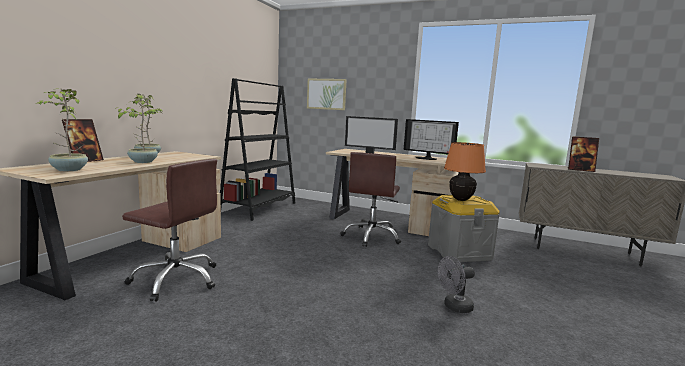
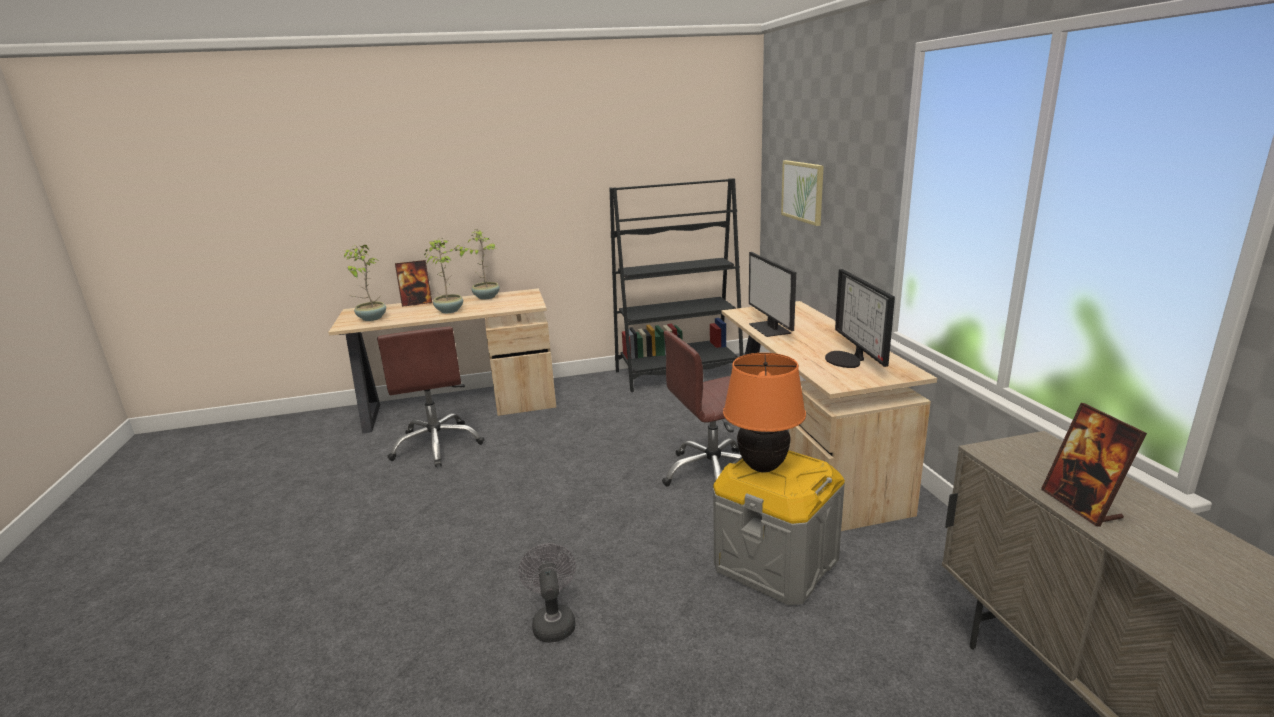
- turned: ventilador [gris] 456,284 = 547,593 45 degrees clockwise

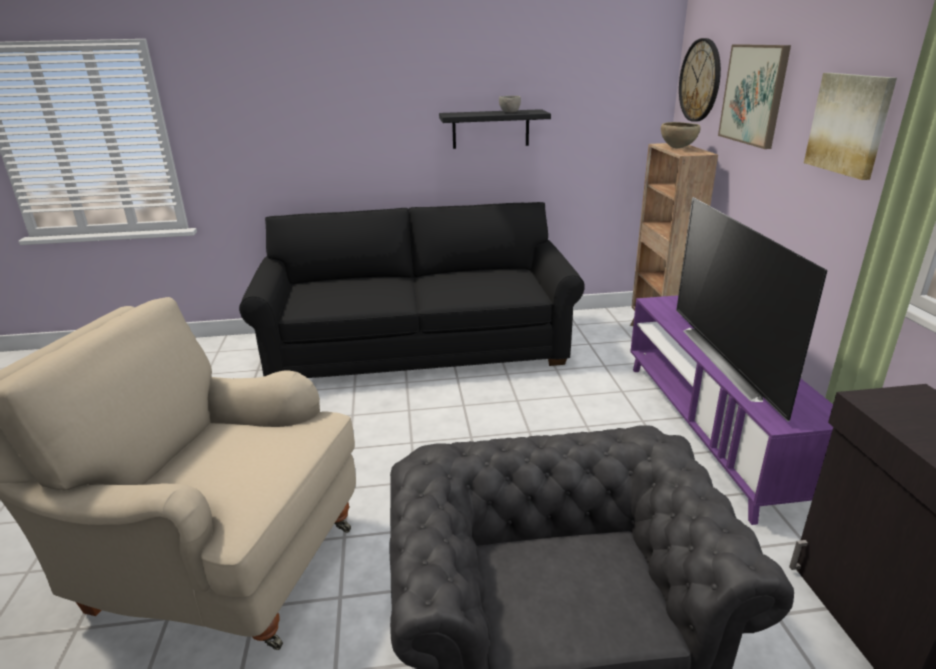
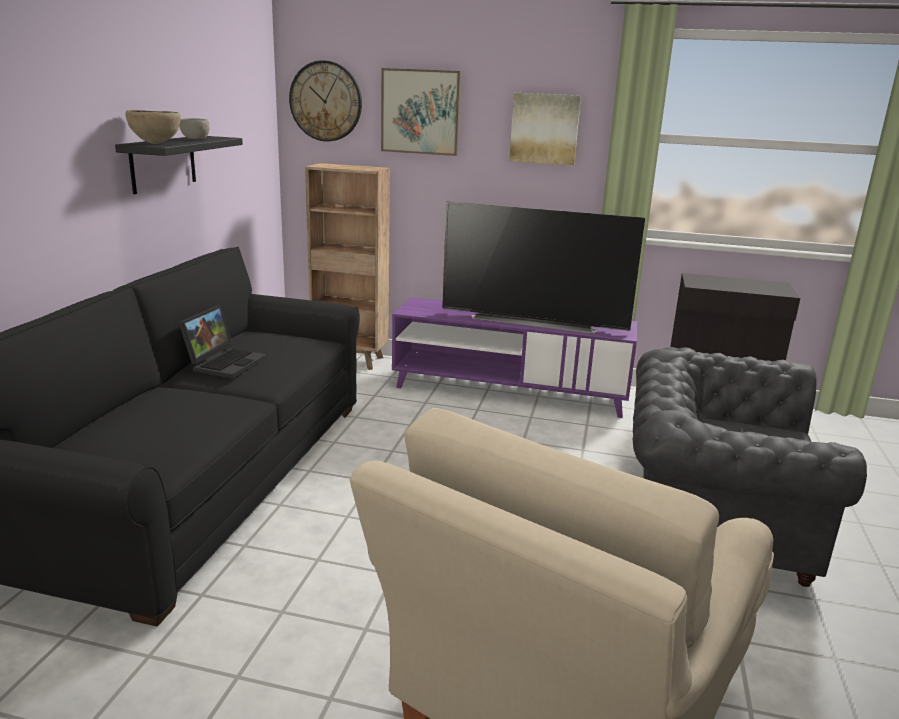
- moved: cuenco [marrón] 681,135 to 153,127
- added: portátil 223,342

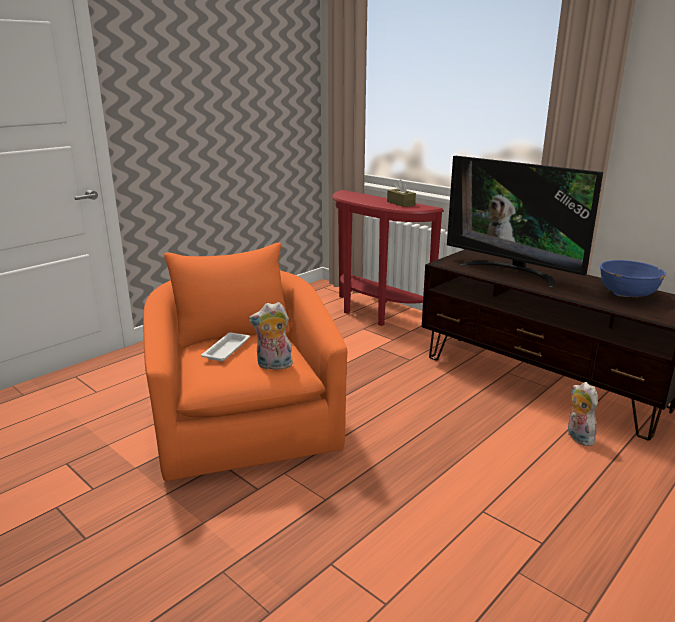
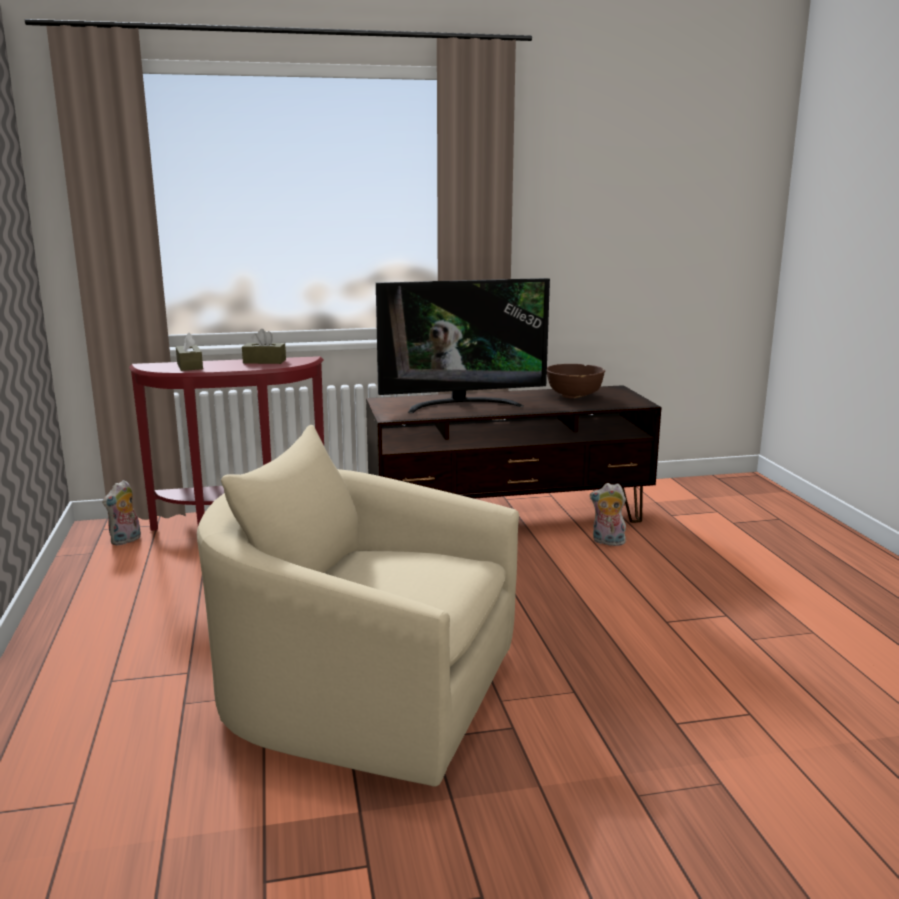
- recoloured: sillón [naranja] 245,361 to sillón [beis] 358,606
- removed: bandeja [blanco] 225,347
- moved: peluche 271,336 to 121,513
- recoloured: cuenco [azul] 633,279 to cuenco [marrón] 576,381
- added: caja de pañuelos [marrón] 189,351

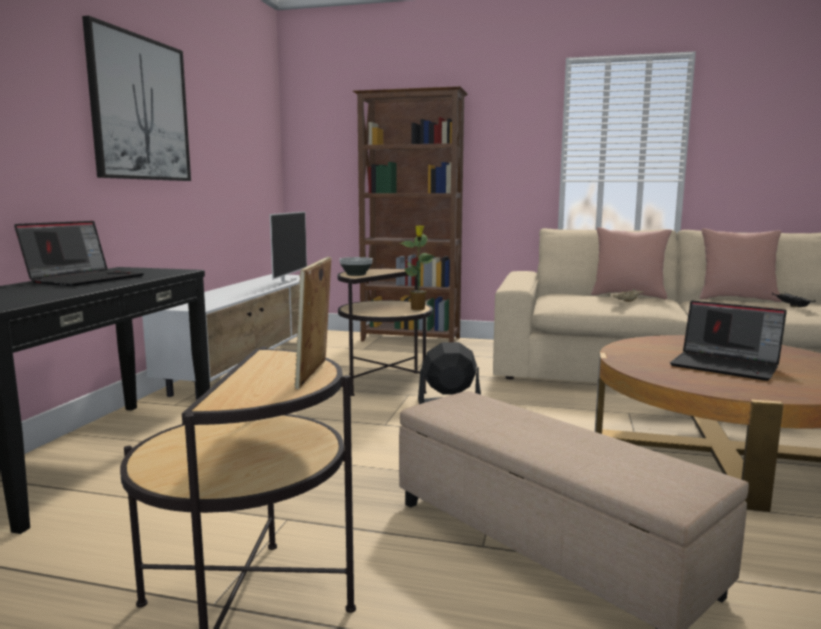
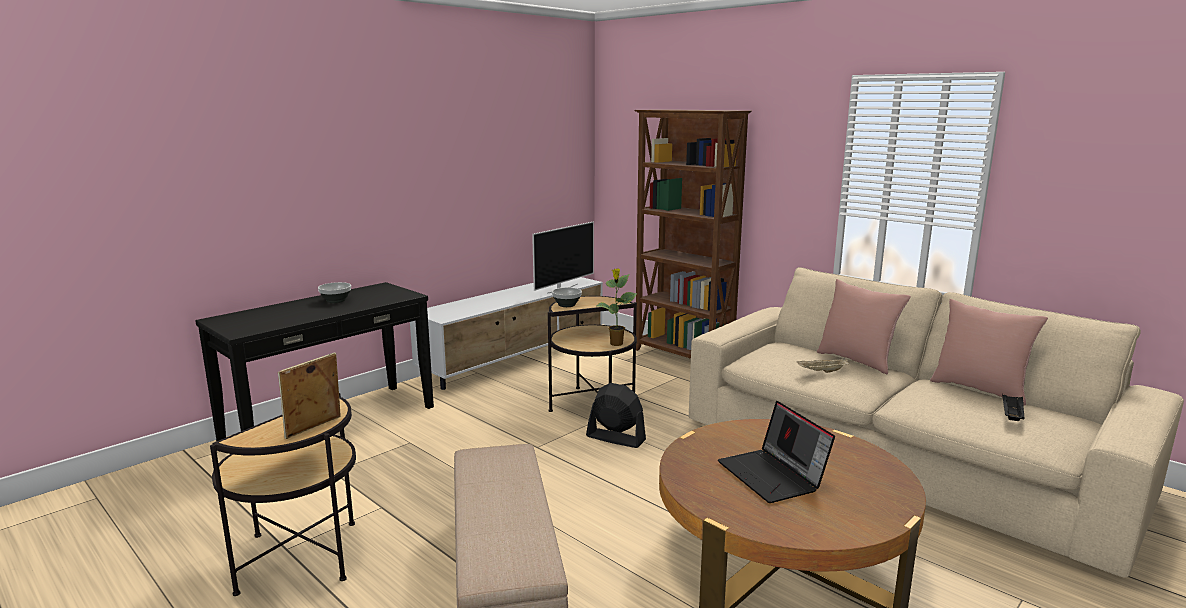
- replaced: portátil 79,253 to cuenco 334,292
- removed: cuadro 136,98

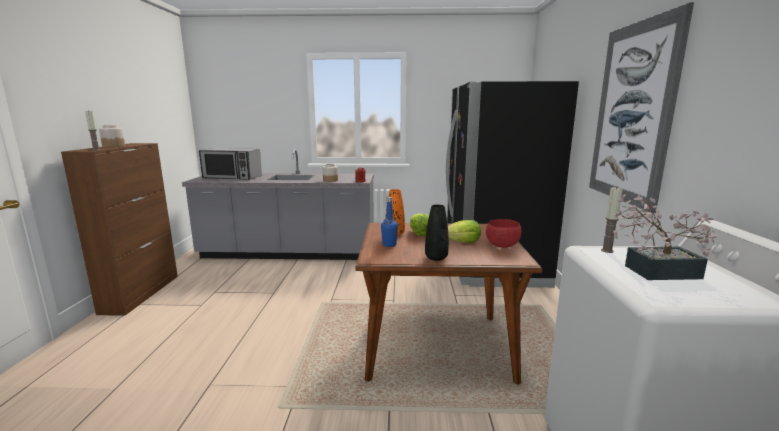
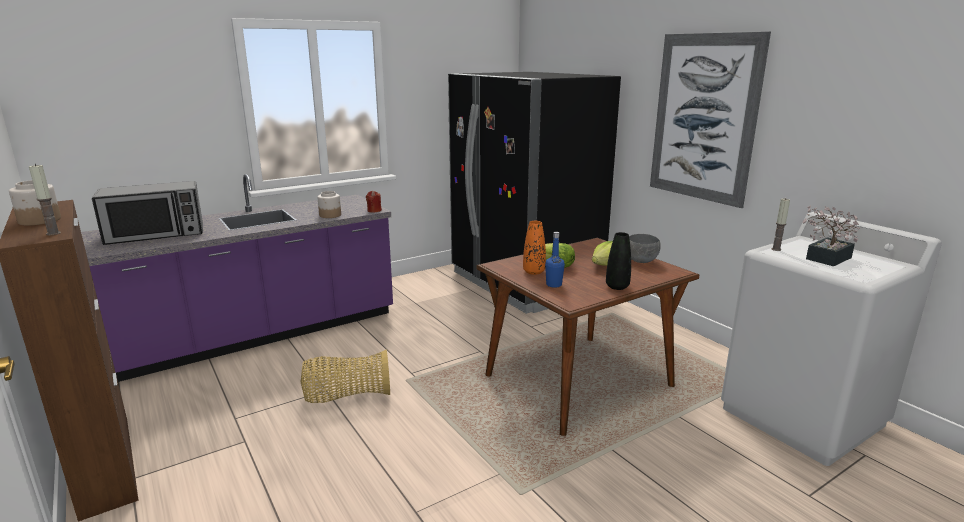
- recoloured: mueble bajo de cocina [gris] 278,204 to mueble bajo de cocina [morado] 237,278
- recoloured: cuenco [rojo] 503,233 to cuenco [gris] 645,248
- added: cesta 345,376

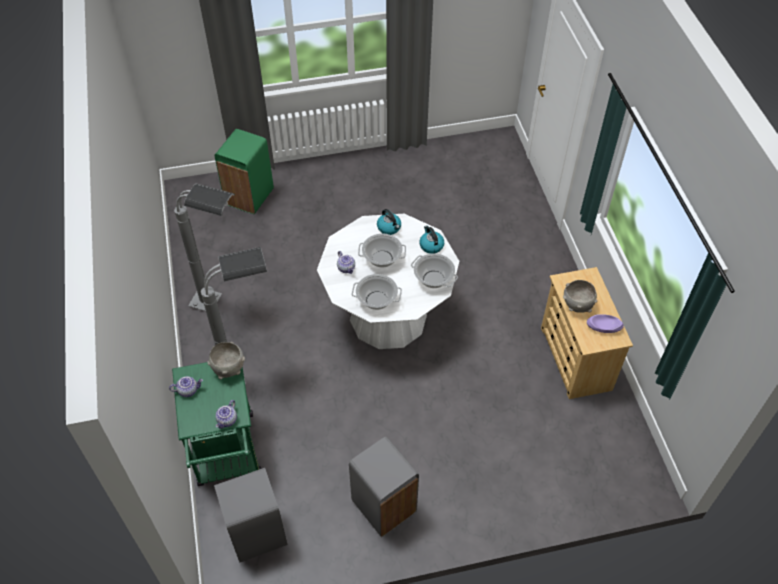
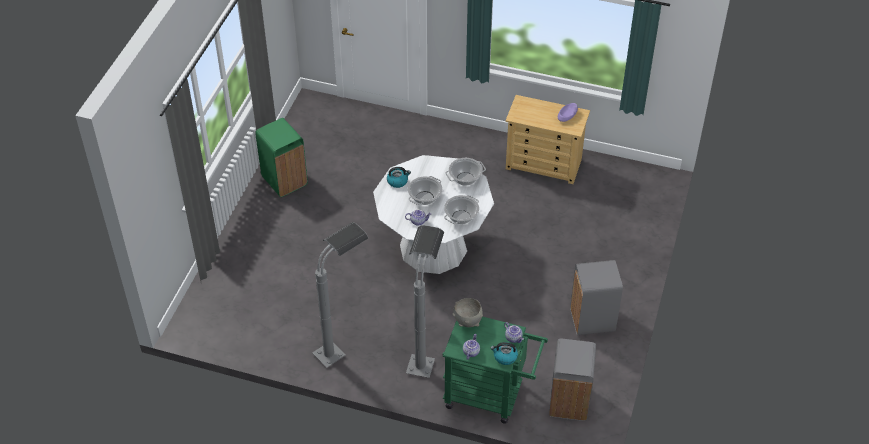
- moved: papelera [verde] 244,171 to 281,157
- moved: hervidor 431,239 to 504,353
- removed: cuenco [gris] 580,296

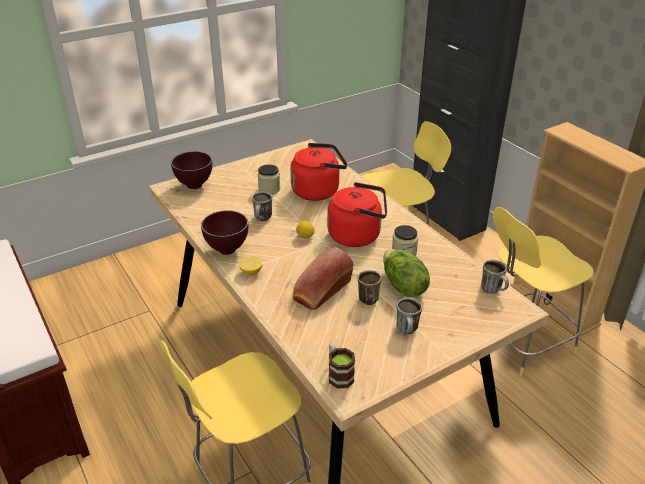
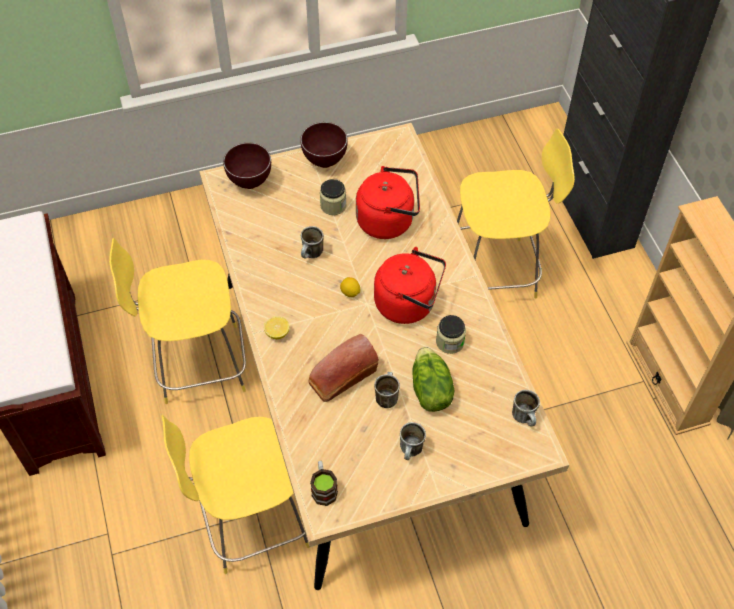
- moved: cuenco [marrón] 224,232 to 324,145
- moved: taburete [amarillo] 543,291 to 177,321

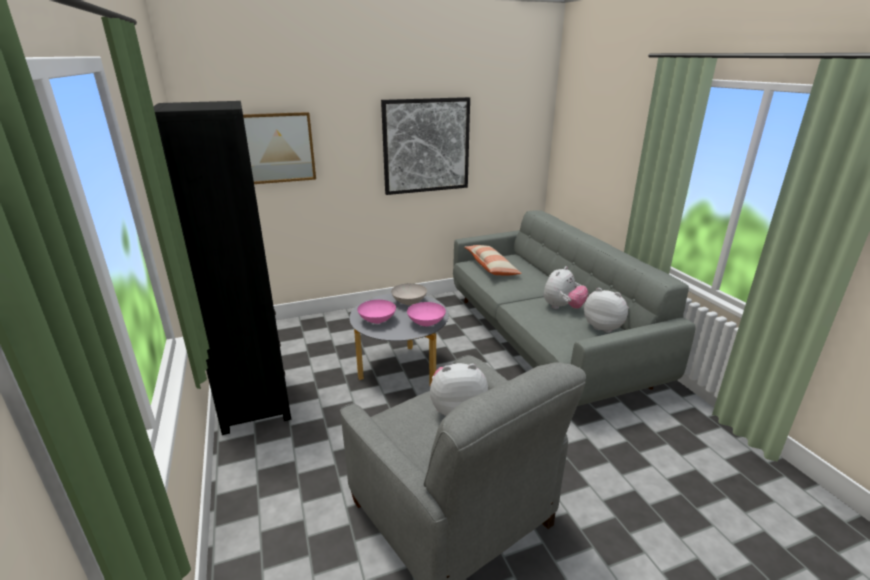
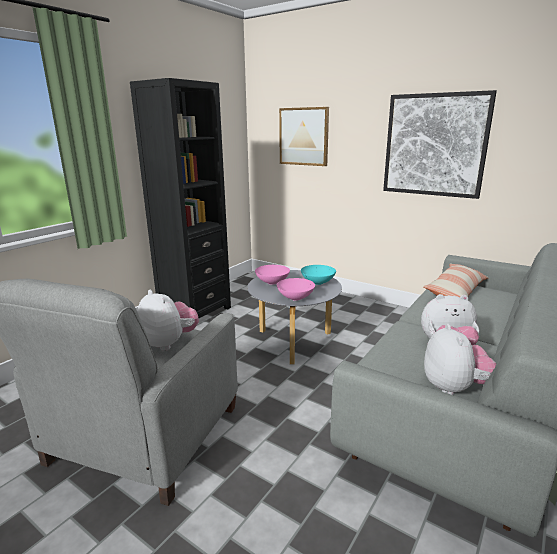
- recoloured: cuenco [blanco] 409,294 to cuenco [turquesa] 318,275

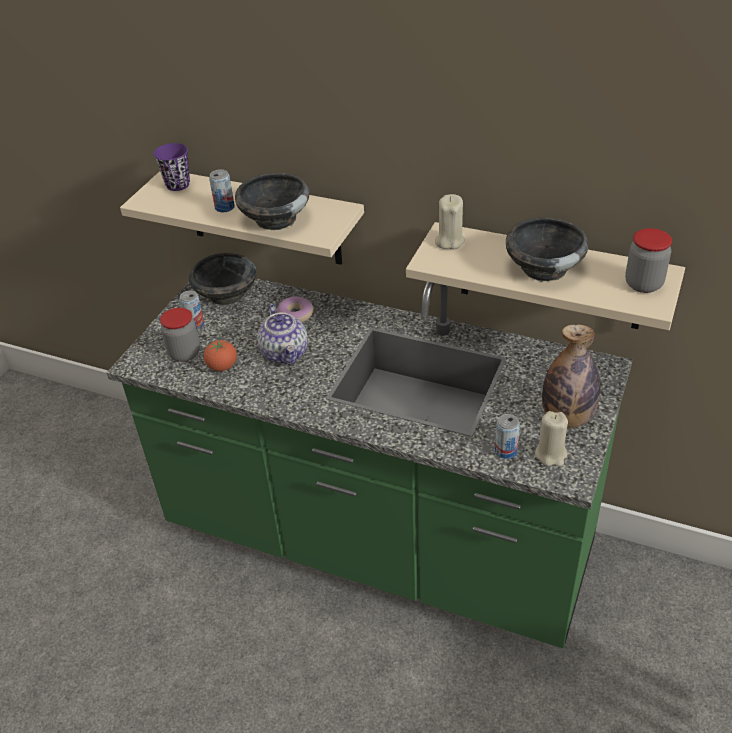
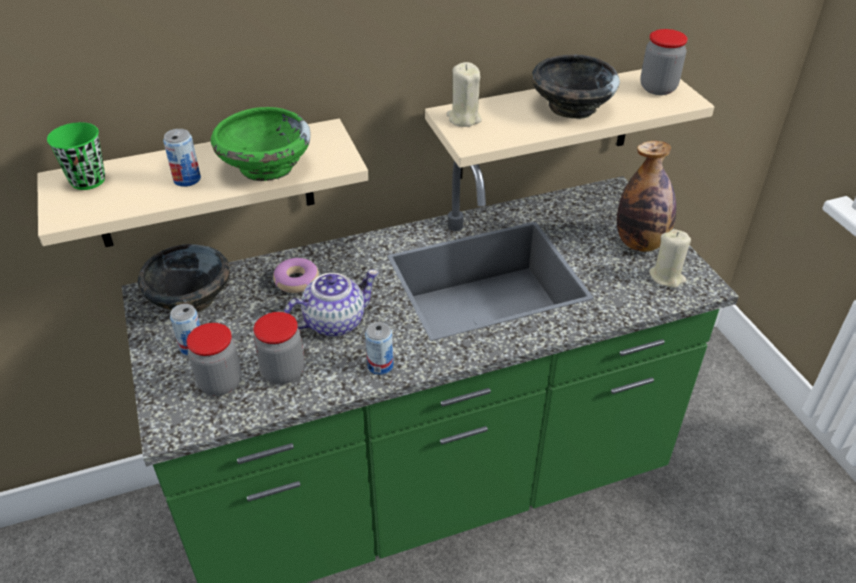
- recoloured: taza [morado] 171,167 to taza [verde] 76,156
- replaced: tomate 220,355 to tarro 279,348
- recoloured: cuenco [negro] 272,201 to cuenco [verde] 261,144
- turned: tetera 282,334 = 331,303 60 degrees counterclockwise
- moved: lata 507,436 to 379,348

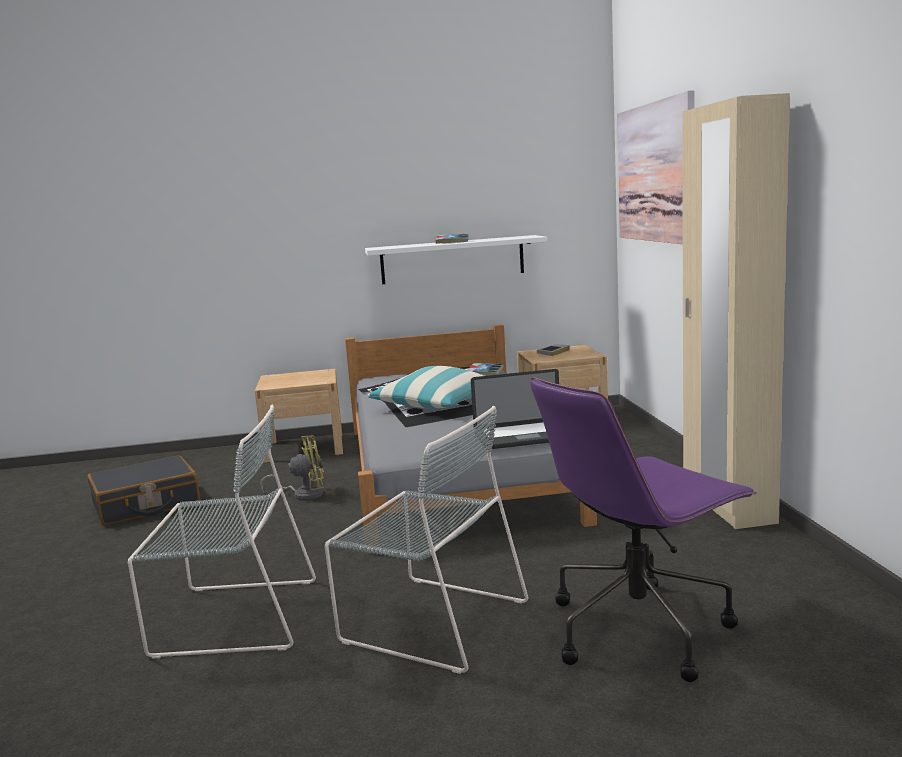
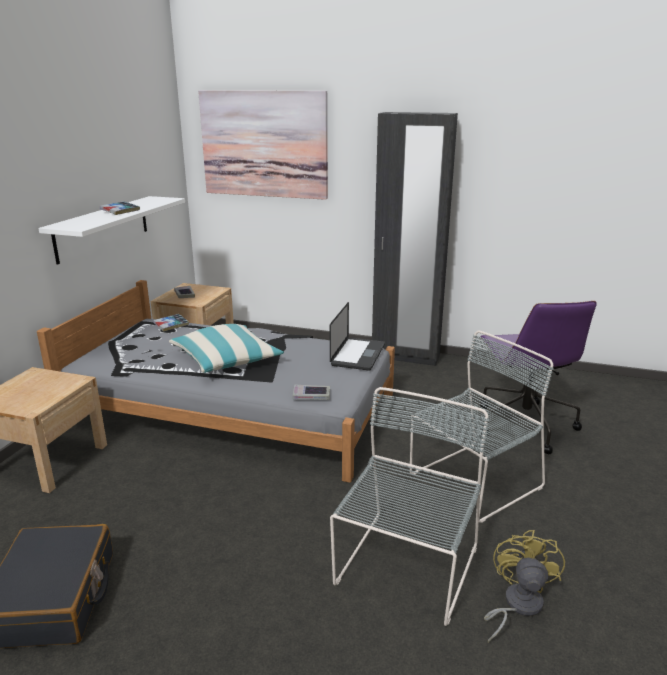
- moved: ventilador [amarillo] 292,468 to 524,586
- recoloured: armario ropero [beis] 736,311 to armario ropero [negro] 415,239
- added: libro 311,392

